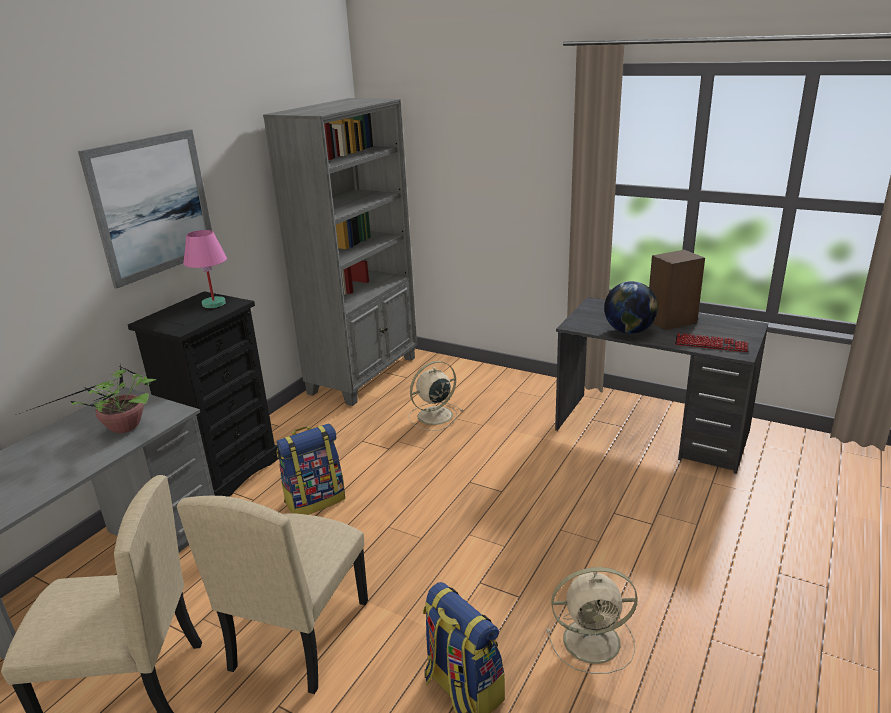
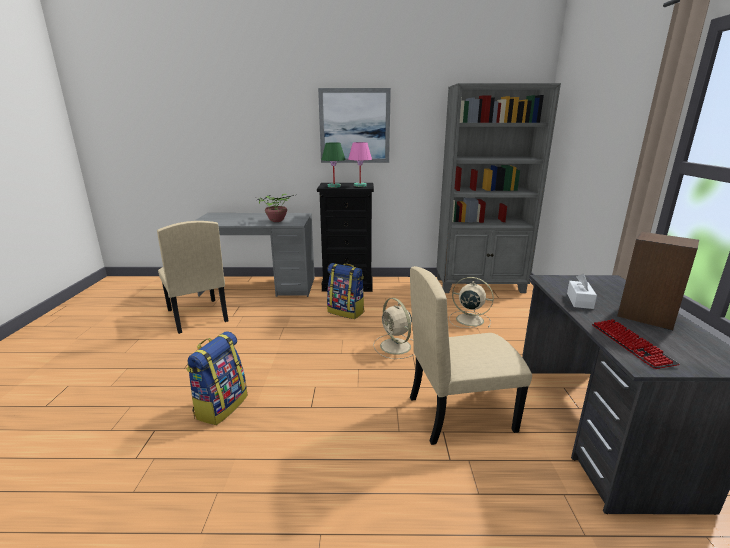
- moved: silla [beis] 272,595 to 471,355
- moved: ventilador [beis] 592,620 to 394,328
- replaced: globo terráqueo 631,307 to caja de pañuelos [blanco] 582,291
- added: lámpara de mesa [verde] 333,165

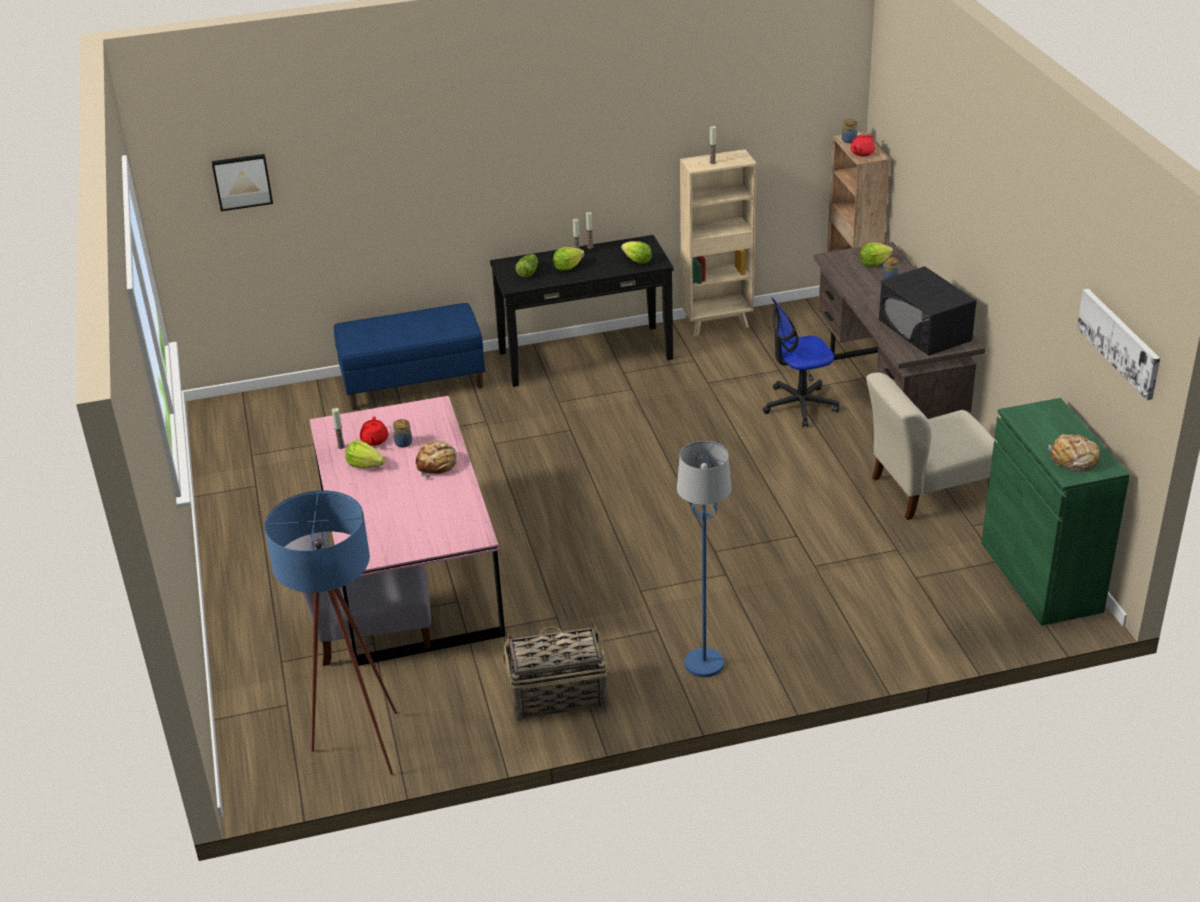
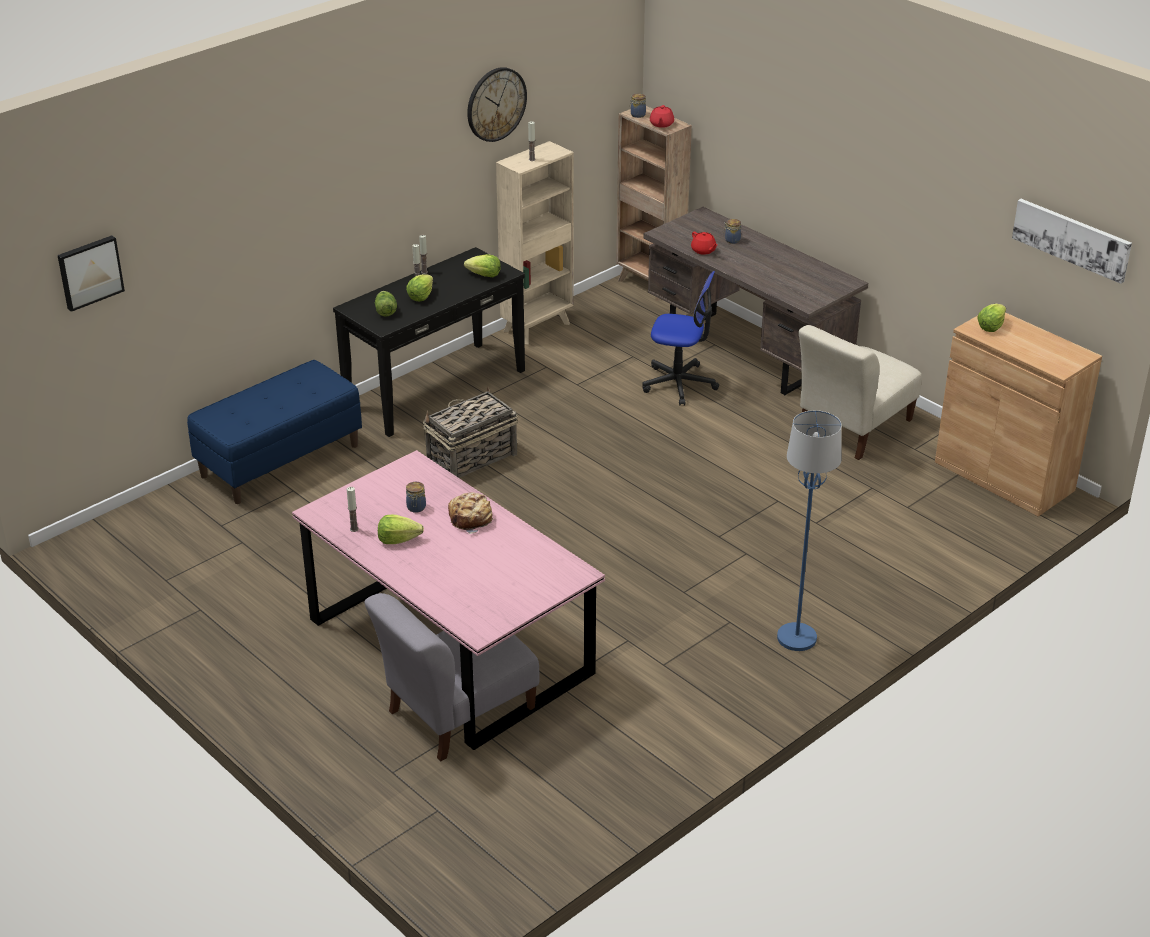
- removed: lámpara de pie [azul] 330,633
- moved: tetera [rojo] 374,431 to 704,243
- moved: cesta 555,672 to 470,432
- turned: silla de oficina 800,362 = 680,338 120 degrees counterclockwise
- moved: lechuga 876,254 to 991,318
- removed: microondas [negro] 928,311
- recoloured: armario [verde] 1055,512 to armario [marrón] 1018,415
- removed: pan 1074,453
- added: reloj de pared 497,104

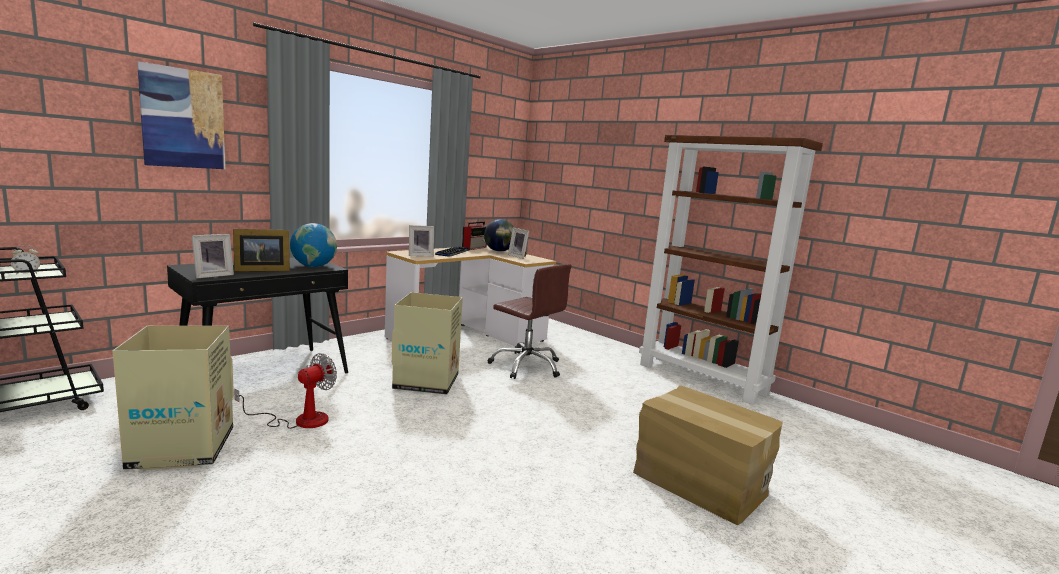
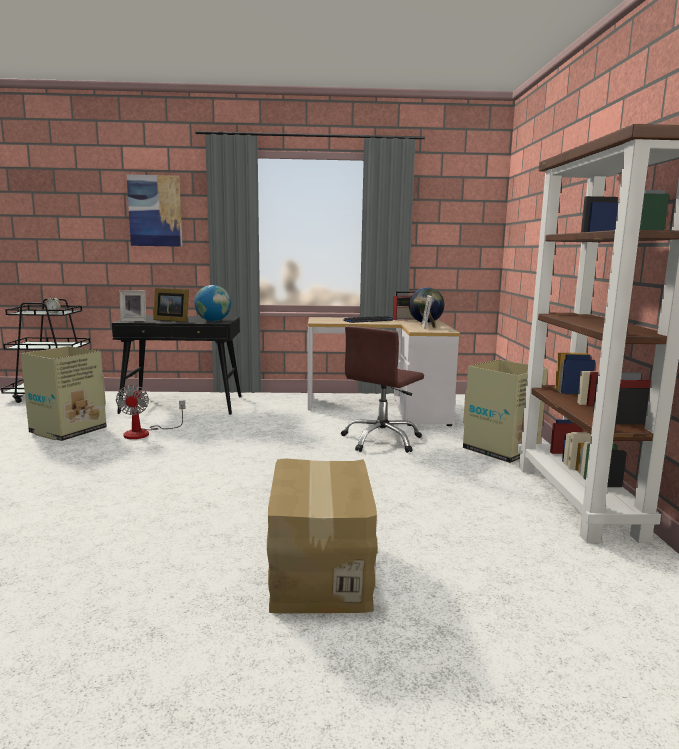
- turned: ventilador 285,391 = 151,412 90 degrees clockwise
- moved: caja de cartón 427,343 to 505,411
- removed: portarretratos 421,240
- turned: silla de oficina [marrón] 530,321 = 382,389 45 degrees clockwise

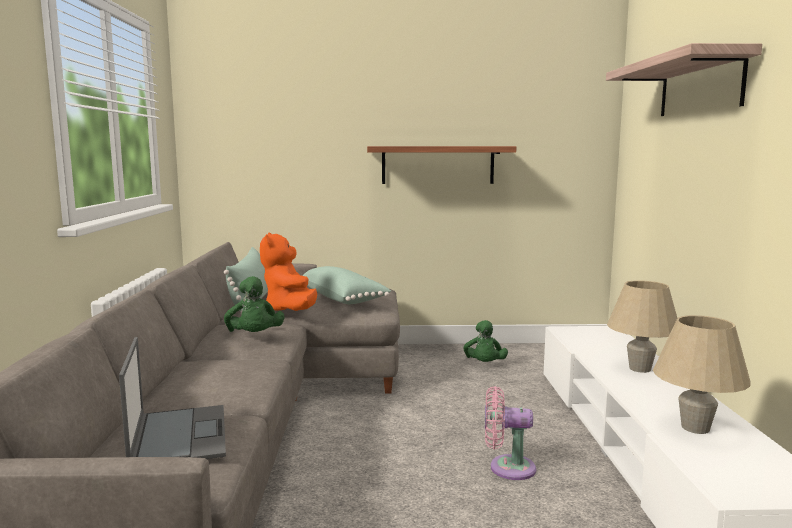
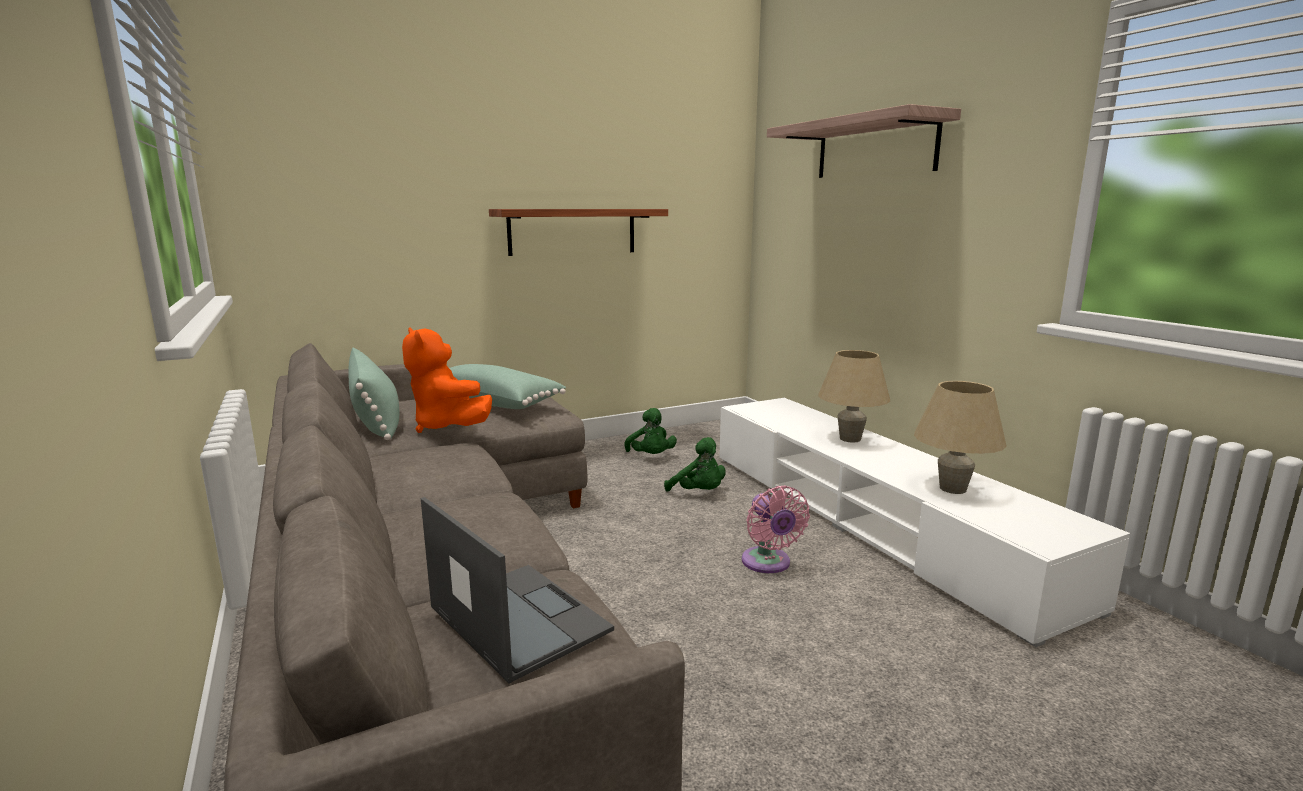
- moved: peluche [verde] 254,304 to 695,464
- turned: ventilador [rosa] 510,433 = 776,529 90 degrees counterclockwise

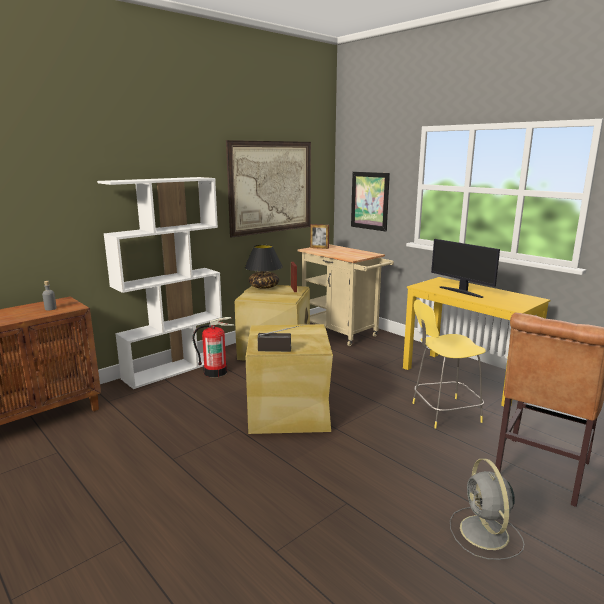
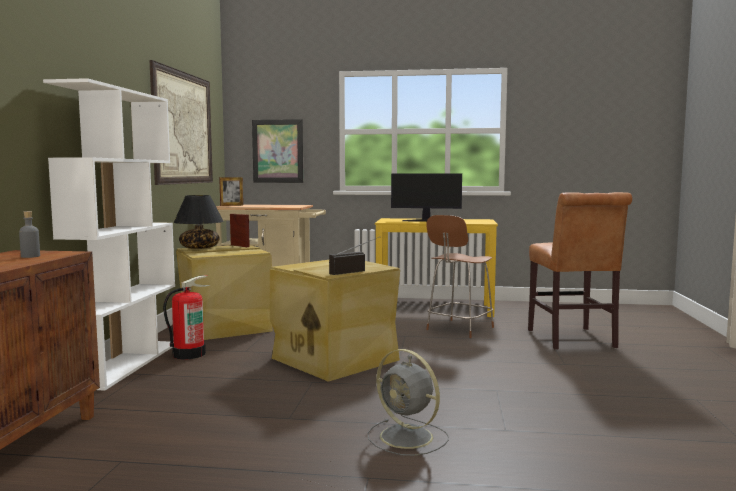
- recoloured: taburete [amarillo] 449,364 to taburete [marrón] 460,276
- moved: ventilador [gris] 487,509 to 408,402

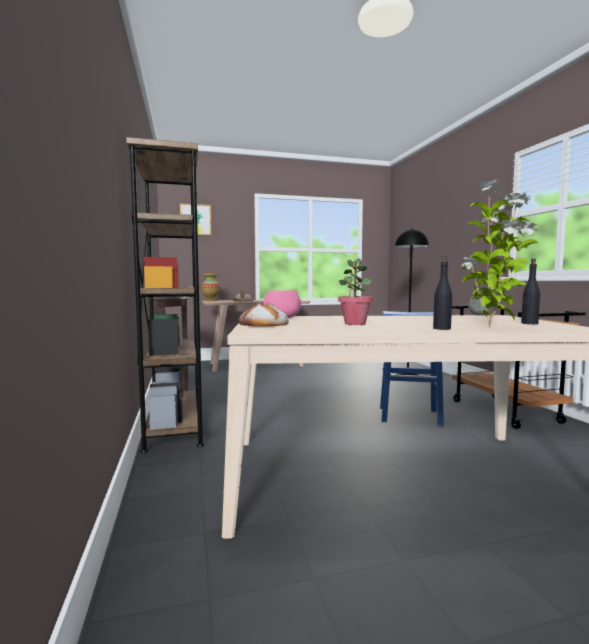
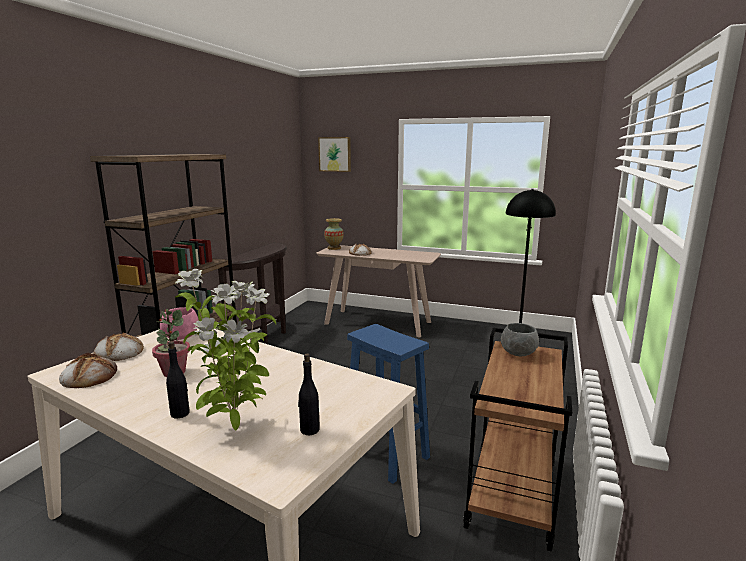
- added: pan 88,370

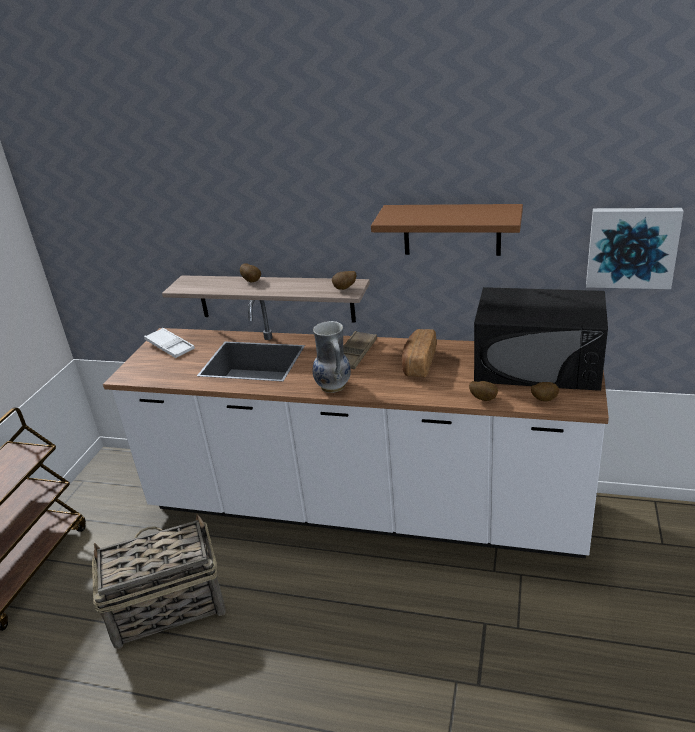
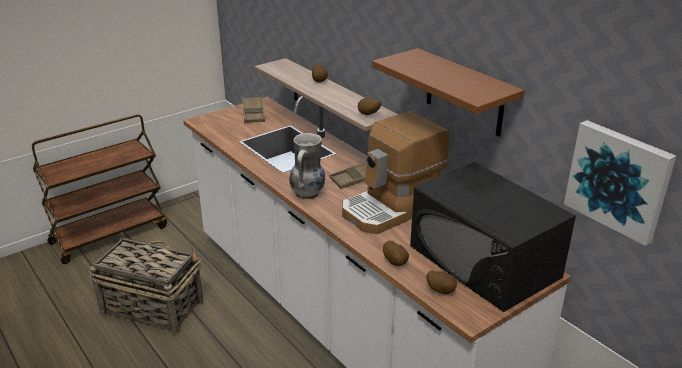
- recoloured: bandeja [blanco] 169,343 to bandeja [marrón] 253,109
- replaced: pan 418,353 to cafetera 396,172

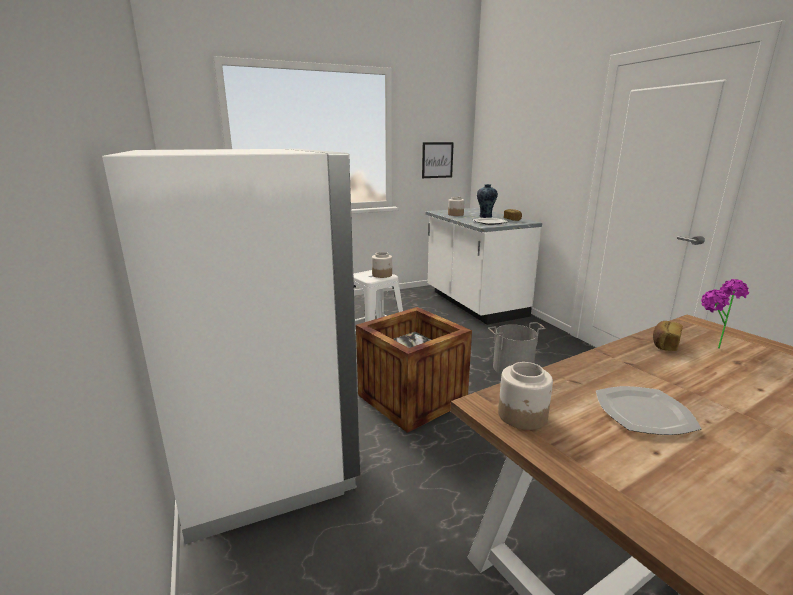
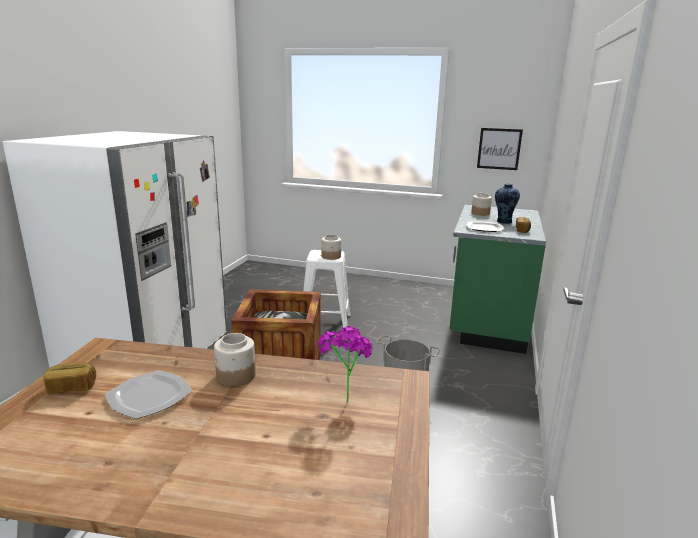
- recoloured: mueble bajo de cocina [blanco] 484,266 to mueble bajo de cocina [verde] 498,279
- moved: tarro 525,396 to 235,359
- moved: pan 668,336 to 70,378

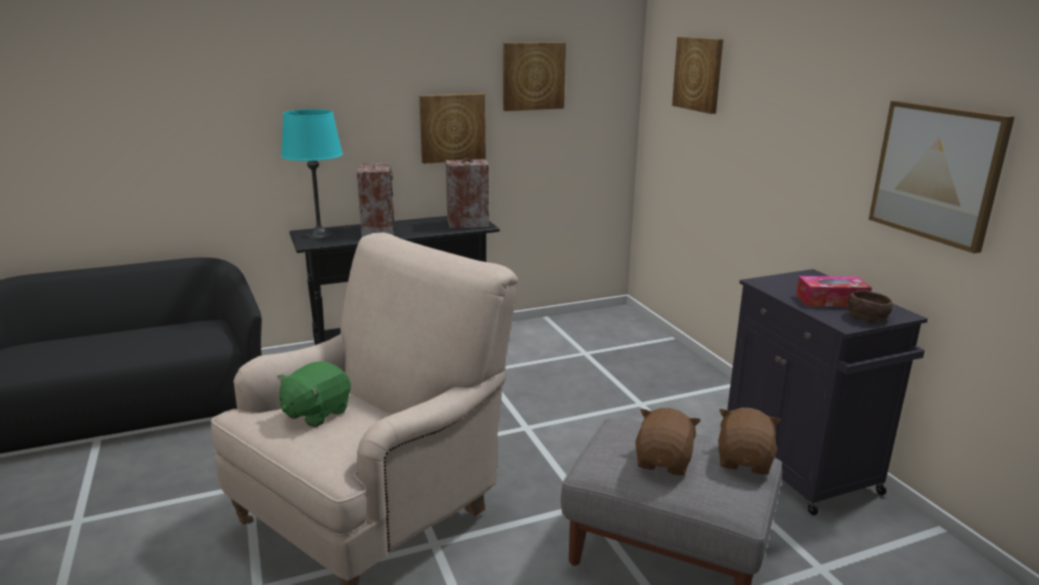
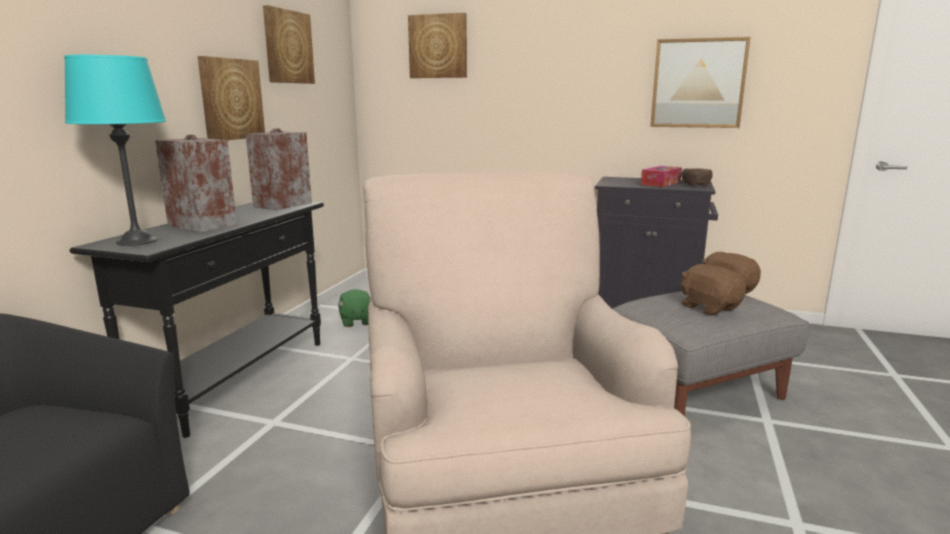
- moved: peluche [verde] 314,394 to 354,308

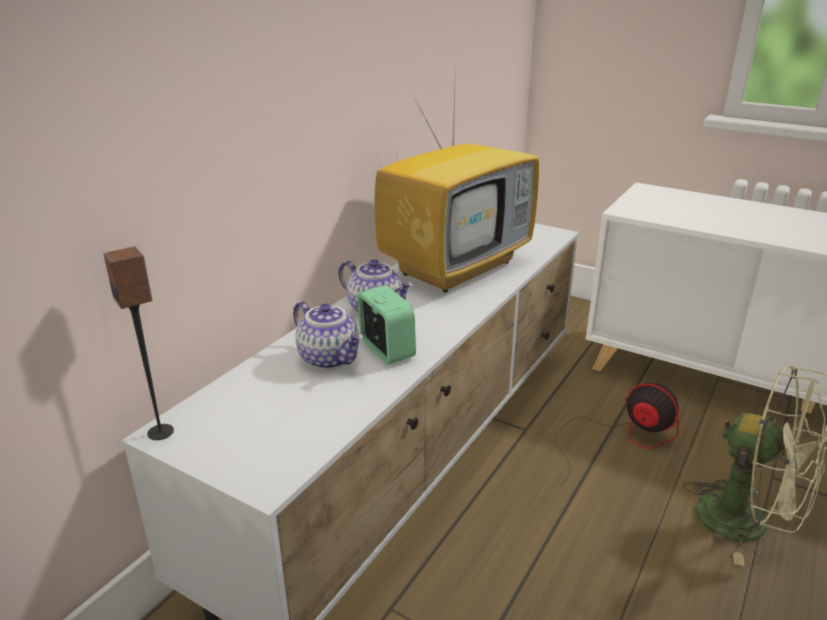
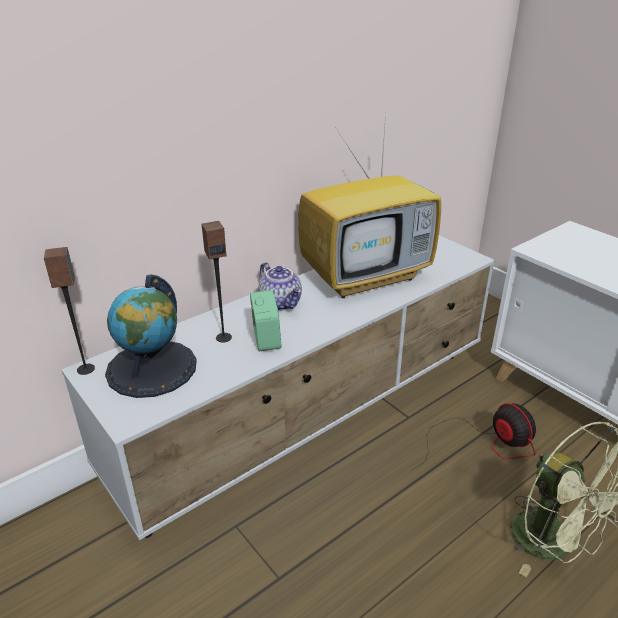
- replaced: tetera 328,335 to altavoz 217,282
- added: globo terráqueo 151,336

